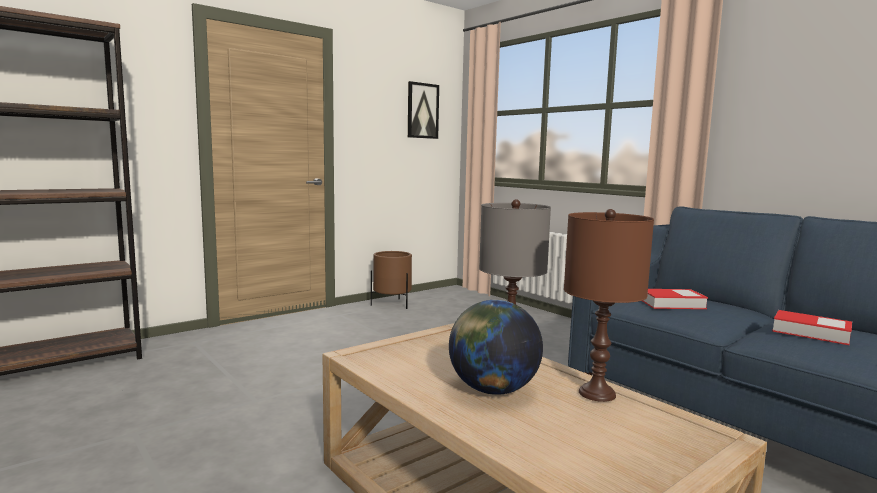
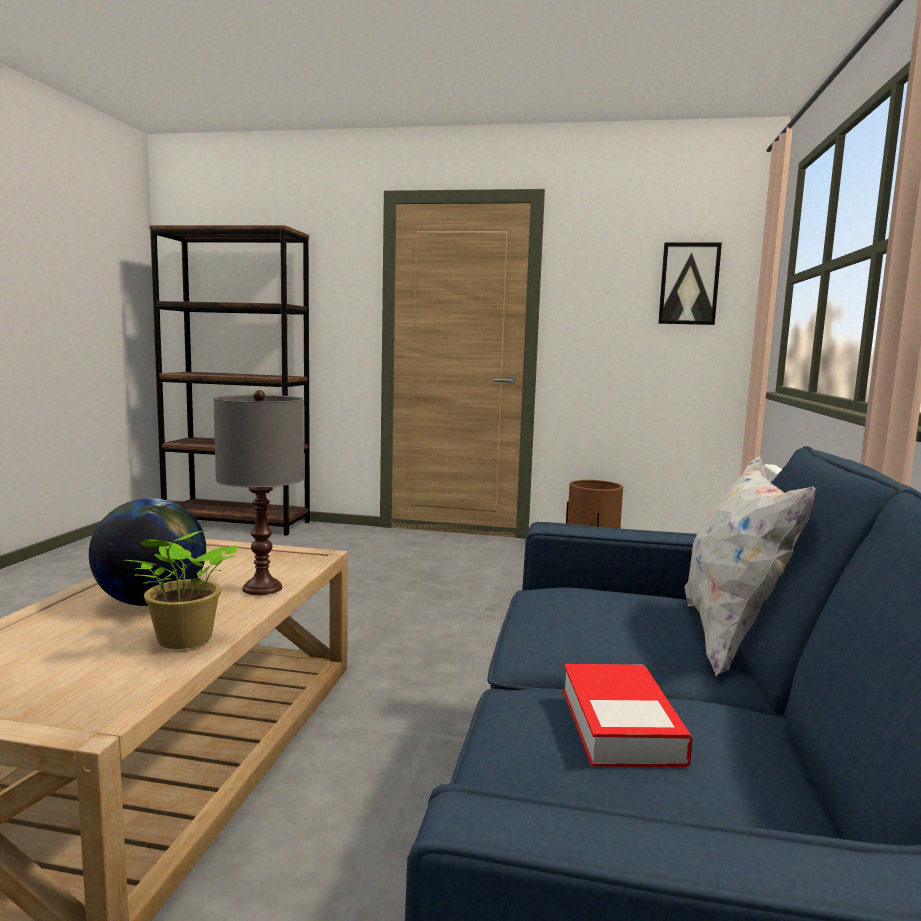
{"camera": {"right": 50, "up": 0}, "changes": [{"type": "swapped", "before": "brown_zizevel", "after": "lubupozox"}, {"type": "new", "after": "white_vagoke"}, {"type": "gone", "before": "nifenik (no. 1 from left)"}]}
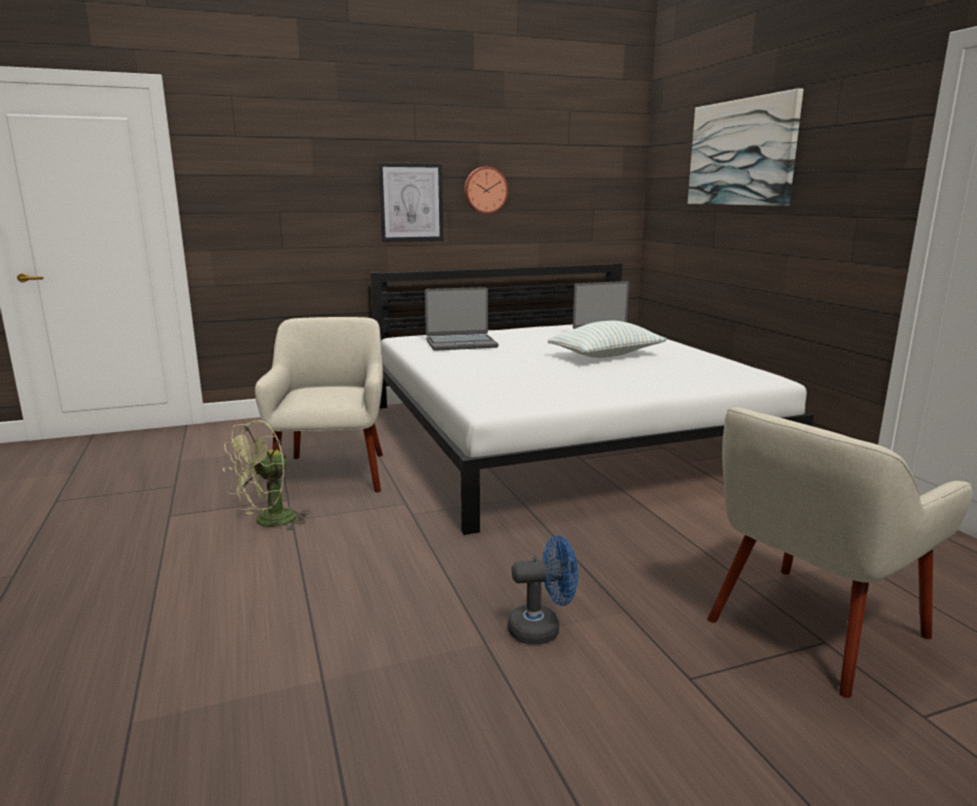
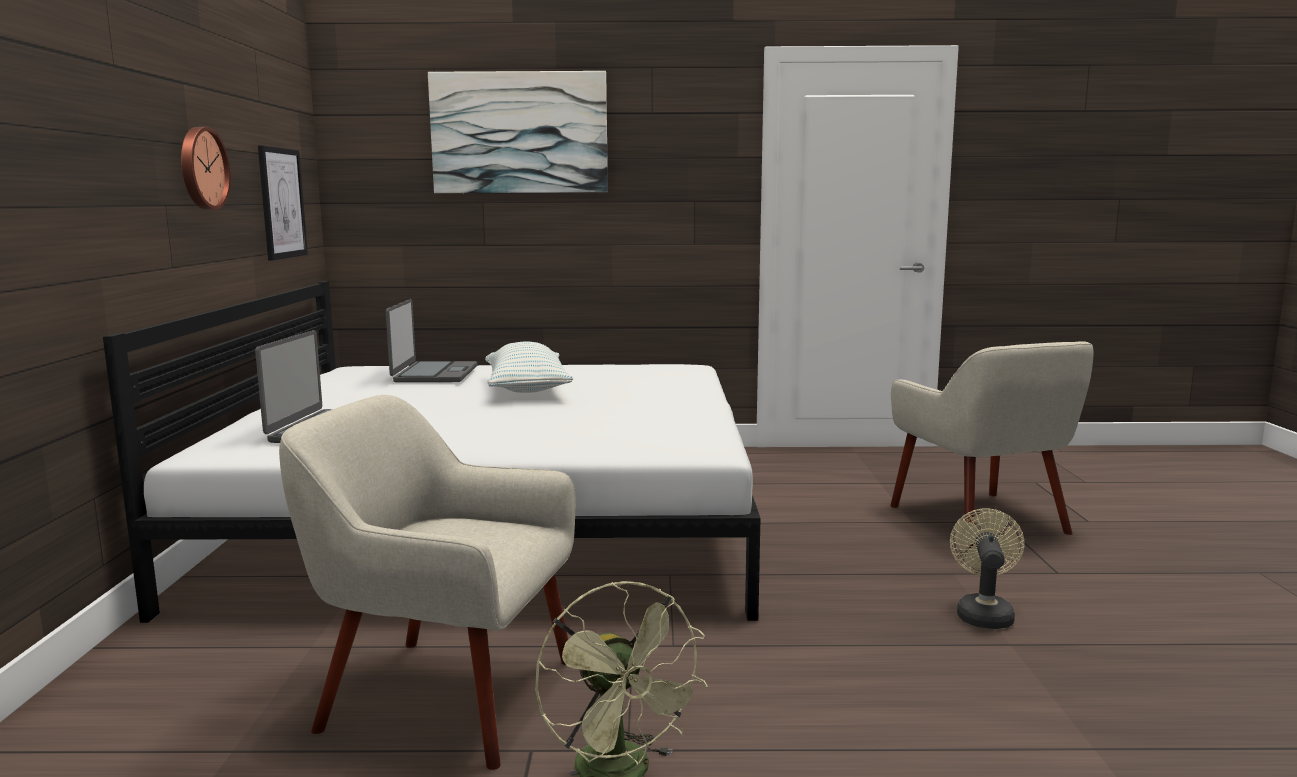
{"camera": {"right": -70, "up": -5}, "changes": [{"type": "shifted", "before": "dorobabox (no. 1 from left)"}, {"type": "repainted", "before": "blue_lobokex", "after": "beige_lobokex"}]}
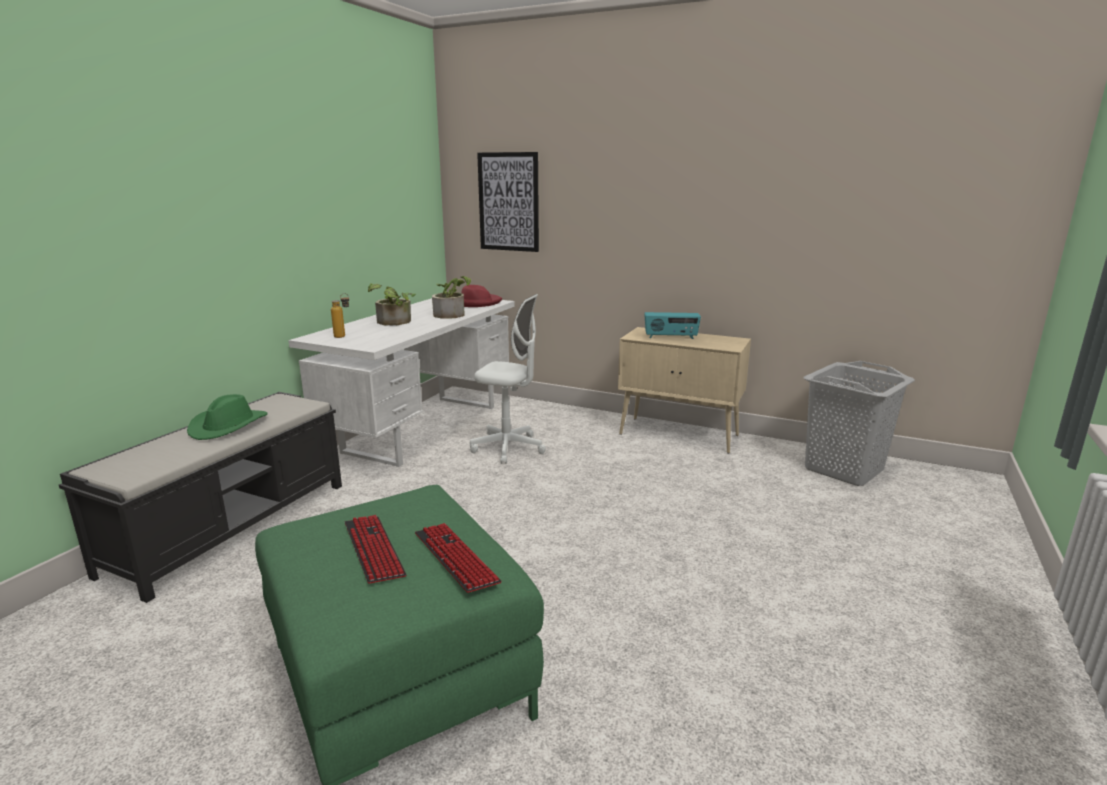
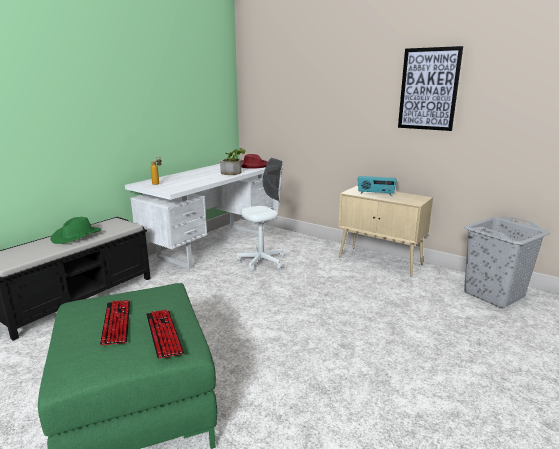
{"camera": {"right": 10, "up": 0}, "changes": [{"type": "rotated", "before": "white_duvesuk", "turn": -60}, {"type": "shifted", "before": "dorobabox"}, {"type": "gone", "before": "lubupozox (no. 1 from left)"}]}
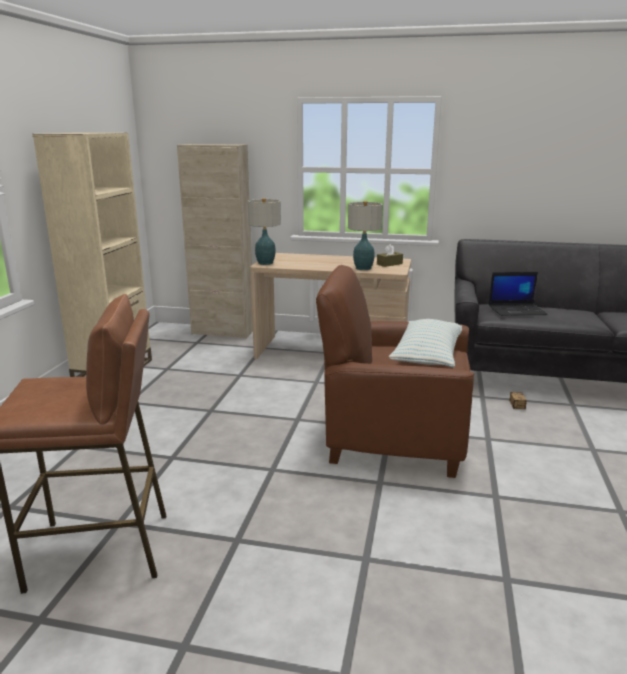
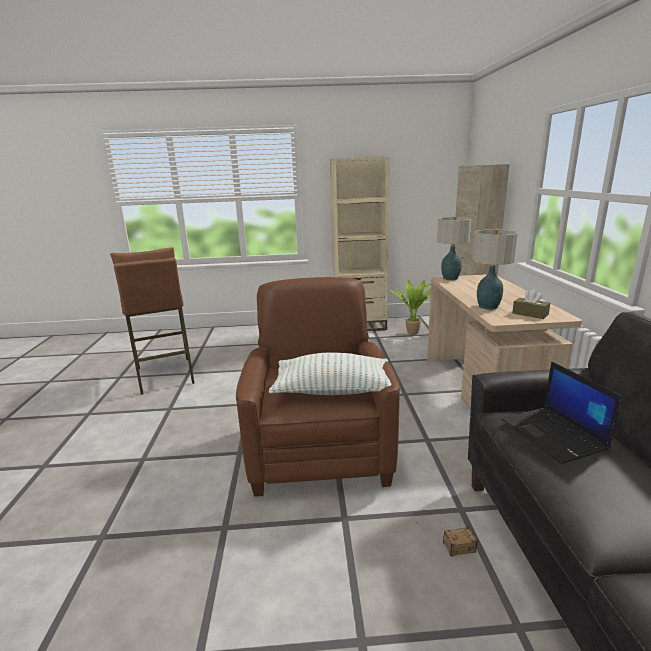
{"camera": {"right": 75, "up": 0}, "changes": [{"type": "new", "after": "lubupozox"}]}
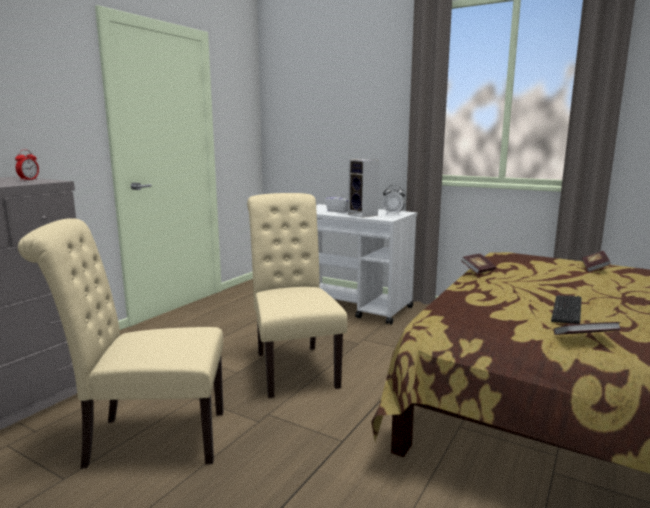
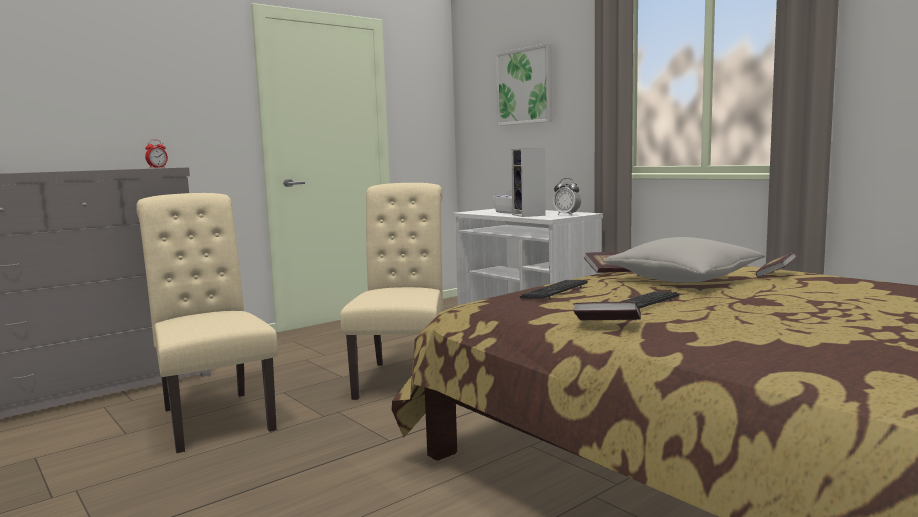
{"camera": {"right": 20, "up": -5}, "changes": [{"type": "rotated", "before": "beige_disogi (no. 1 from left)", "turn": 45}, {"type": "new", "after": "dorobabox"}, {"type": "new", "after": "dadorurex (no. 1 from left)"}, {"type": "new", "after": "grey_vagoke"}]}
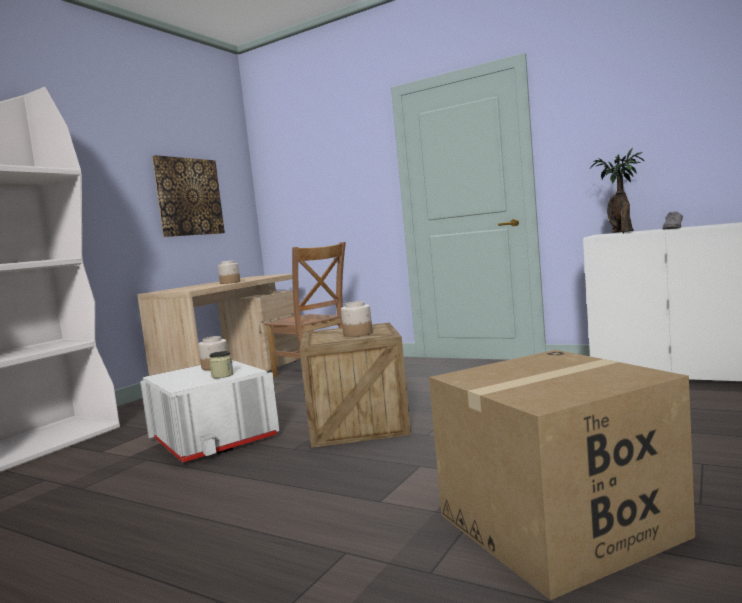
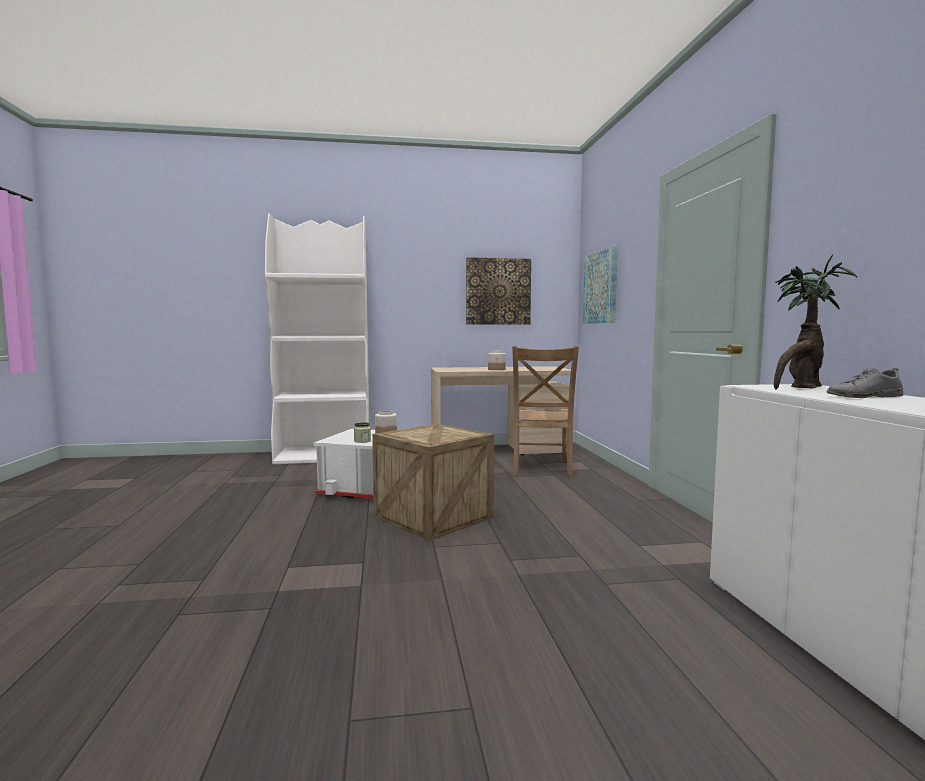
{"camera": {"right": 50, "up": 0}, "changes": [{"type": "new", "after": "dorobabox (no. 2 from left)"}, {"type": "gone", "before": "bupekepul (no. 4 from left)"}, {"type": "gone", "before": "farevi"}]}
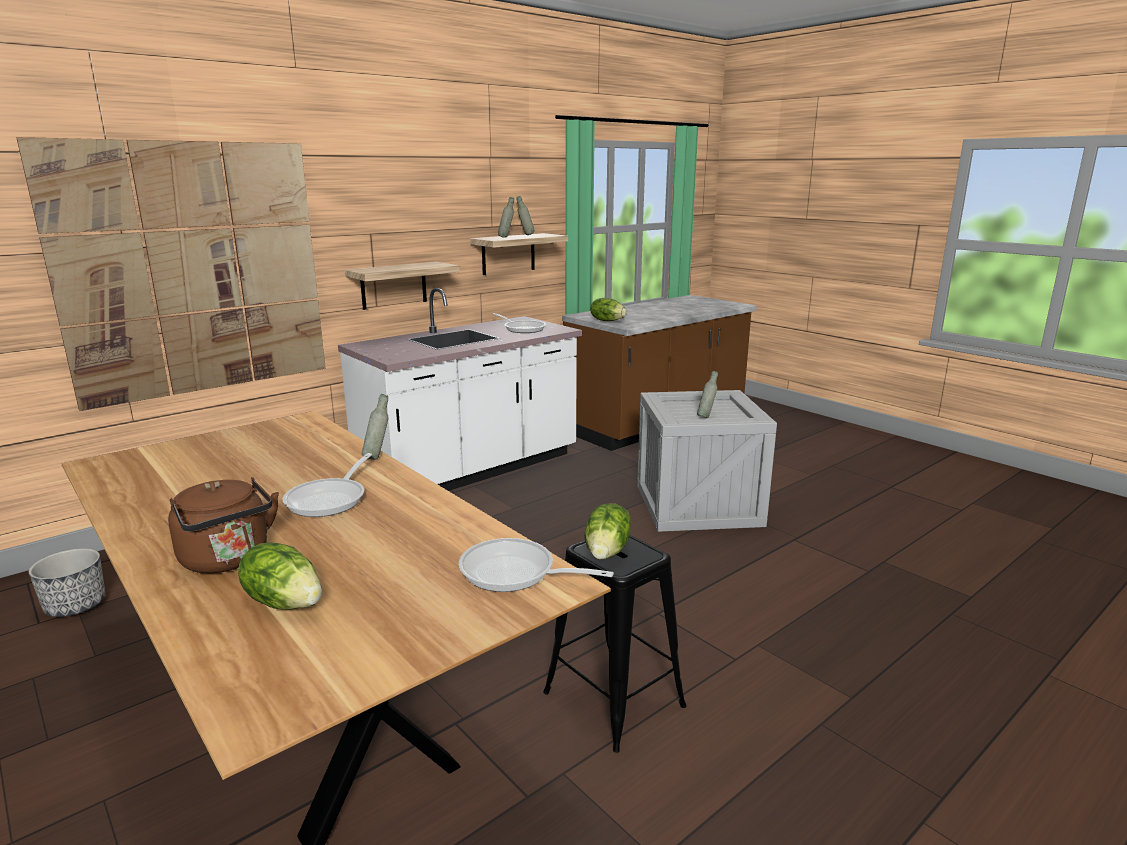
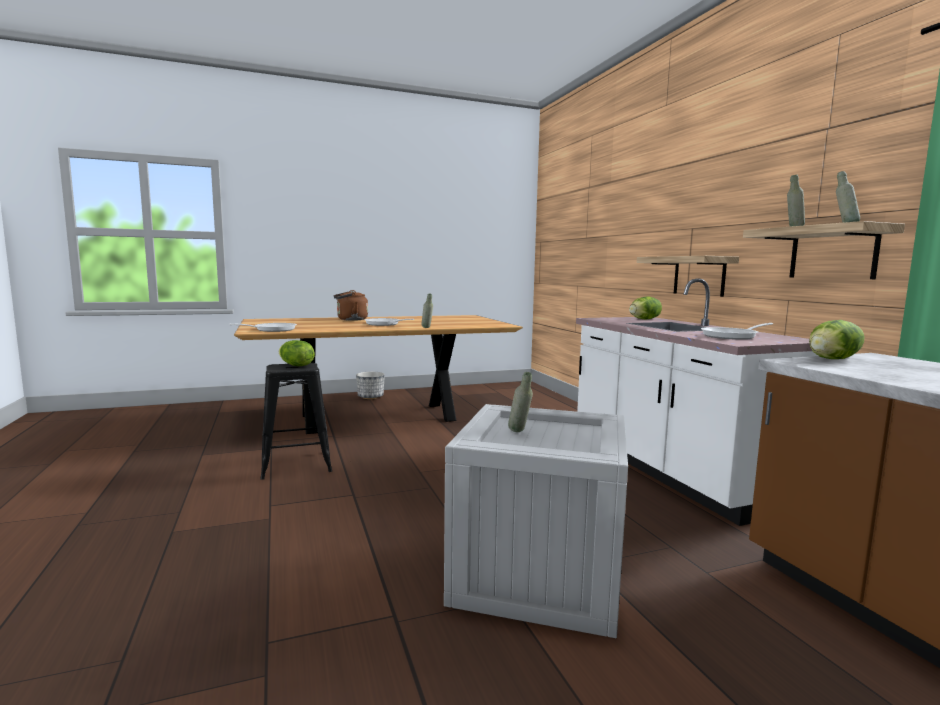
{"camera": {"right": 110, "up": -10}, "changes": [{"type": "shifted", "before": "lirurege"}, {"type": "shifted", "before": "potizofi (no. 1 from left in the first image)", "after": "potizofi (no. 2 from left)"}, {"type": "gone", "before": "dorobabox"}]}
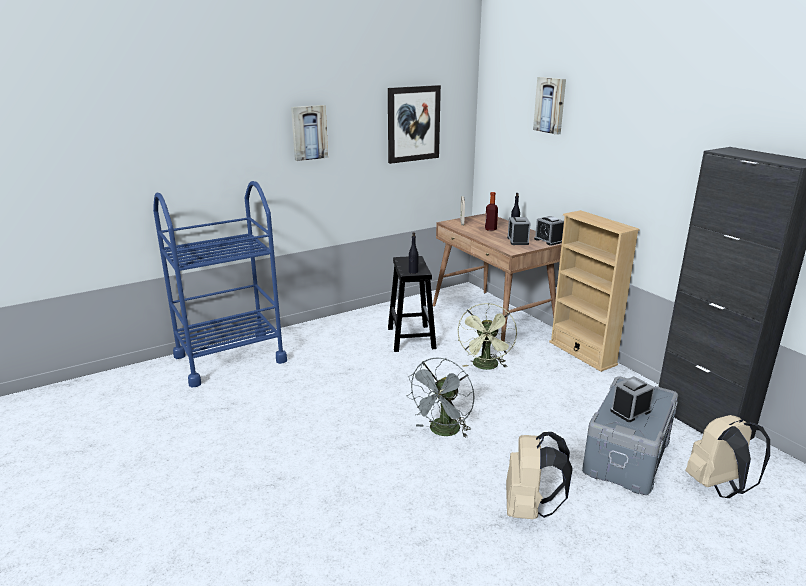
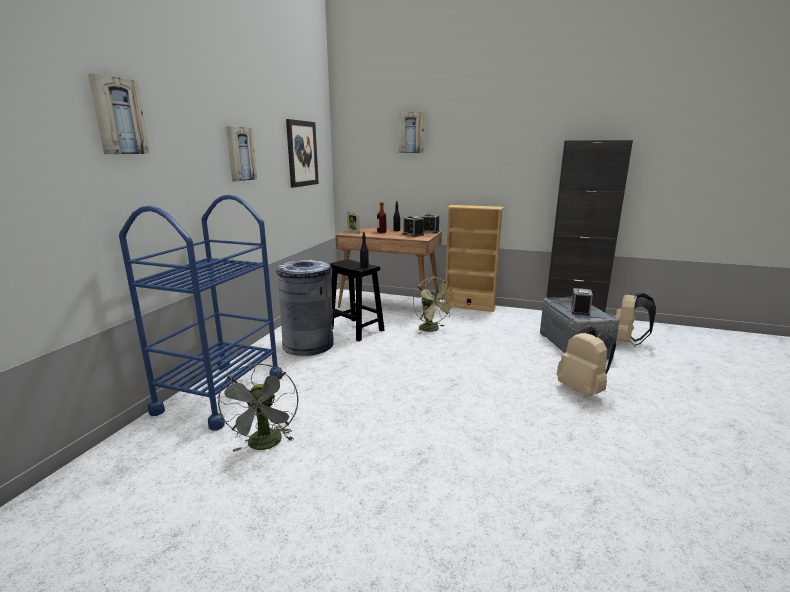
{"camera": {"right": -40, "up": -5}, "changes": [{"type": "new", "after": "dorobabox (no. 1 from left)"}, {"type": "shifted", "before": "grey_lobokex"}, {"type": "new", "after": "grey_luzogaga"}]}
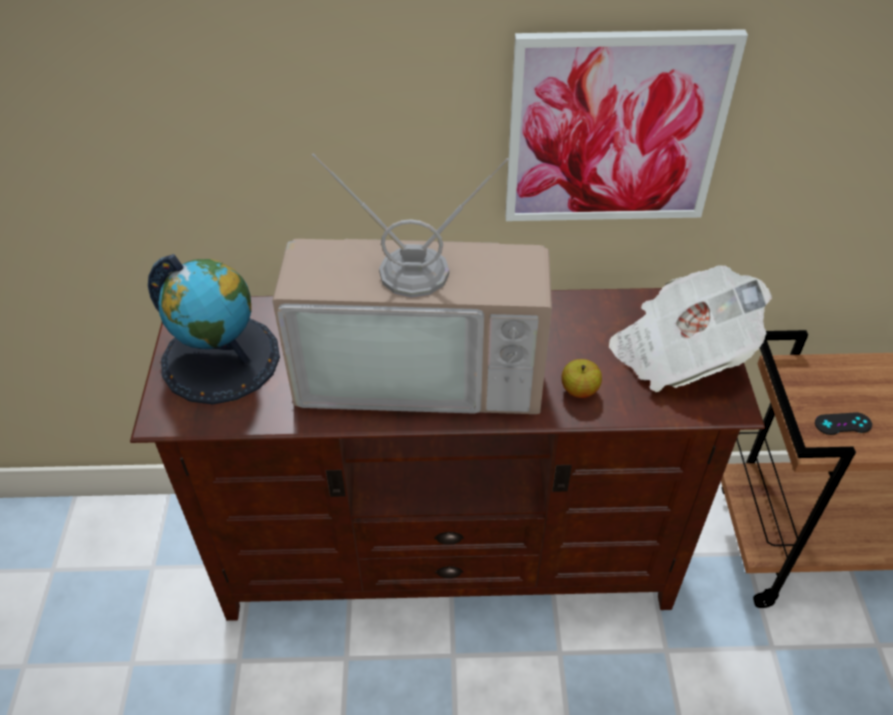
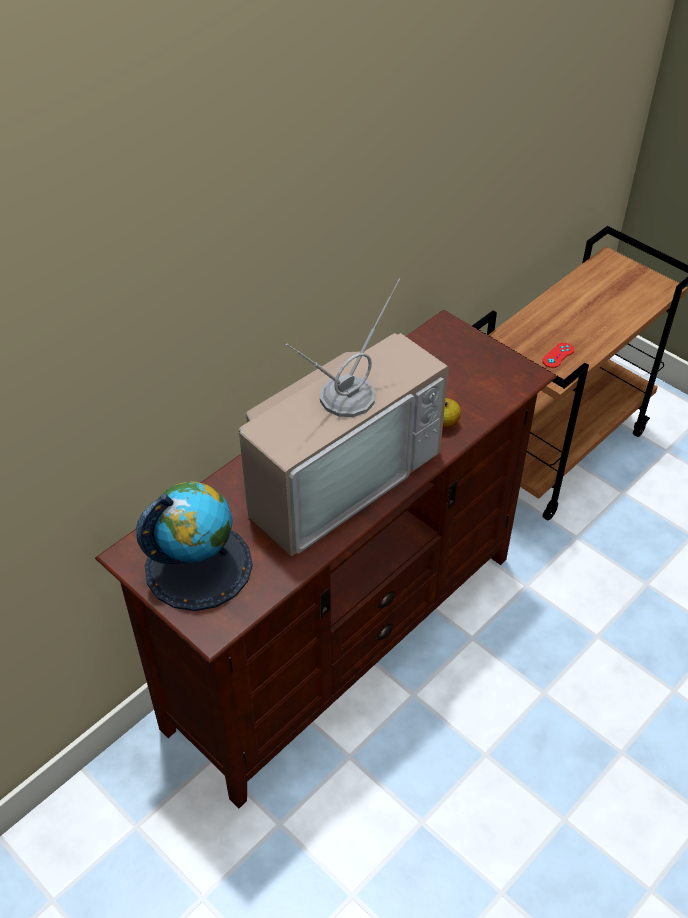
{"camera": {"right": -45, "up": 0}, "changes": [{"type": "repainted", "before": "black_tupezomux", "after": "red_tupezomux"}, {"type": "gone", "before": "dorobabox"}, {"type": "gone", "before": "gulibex"}]}
